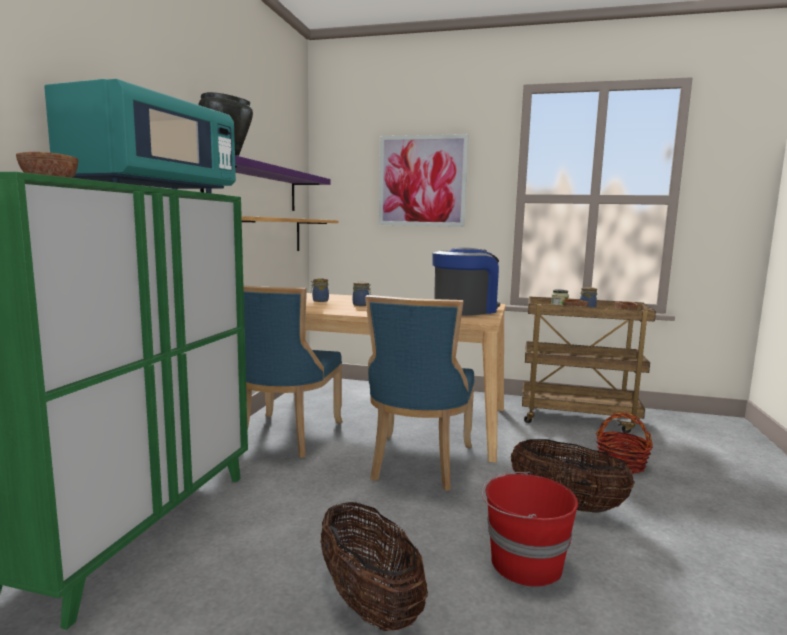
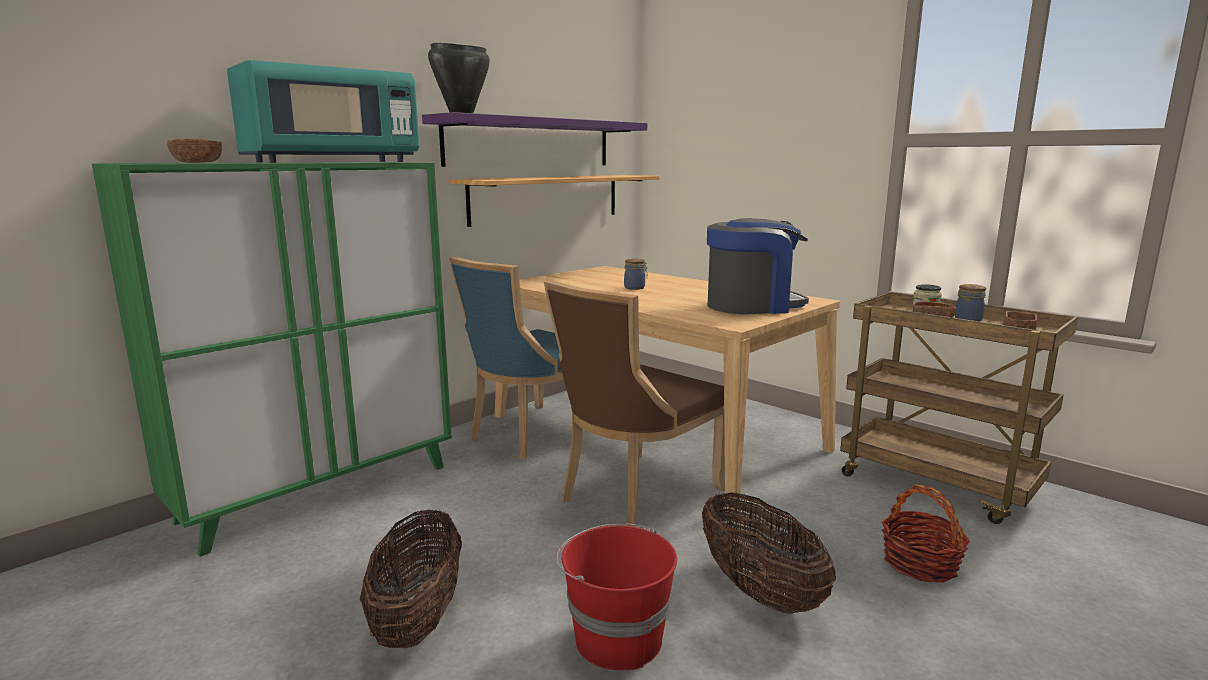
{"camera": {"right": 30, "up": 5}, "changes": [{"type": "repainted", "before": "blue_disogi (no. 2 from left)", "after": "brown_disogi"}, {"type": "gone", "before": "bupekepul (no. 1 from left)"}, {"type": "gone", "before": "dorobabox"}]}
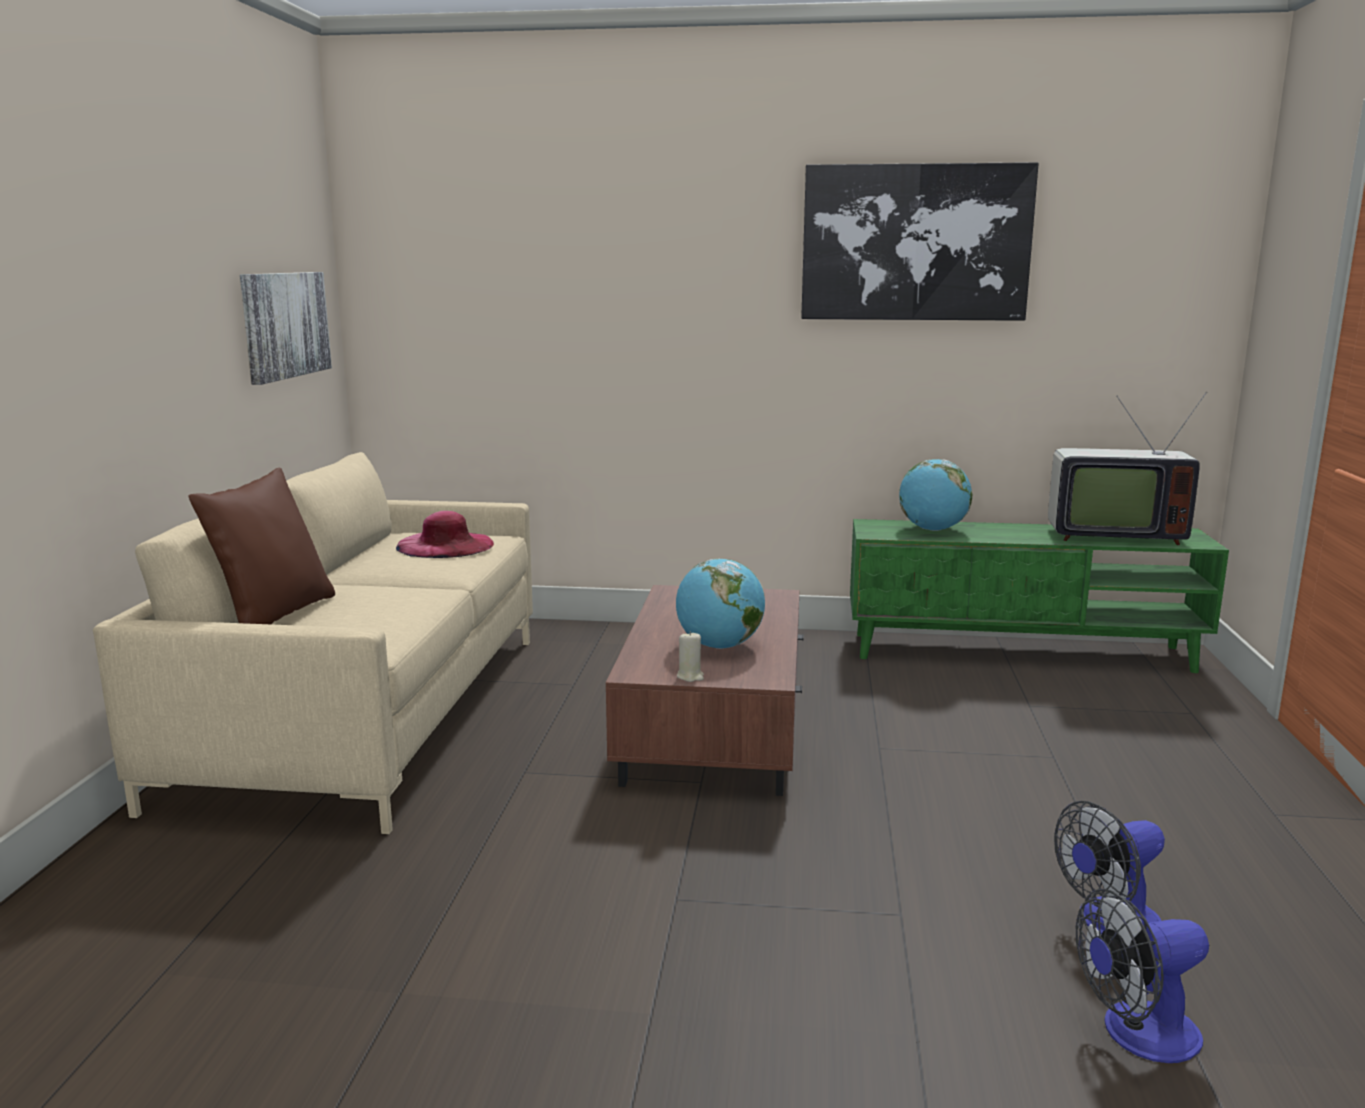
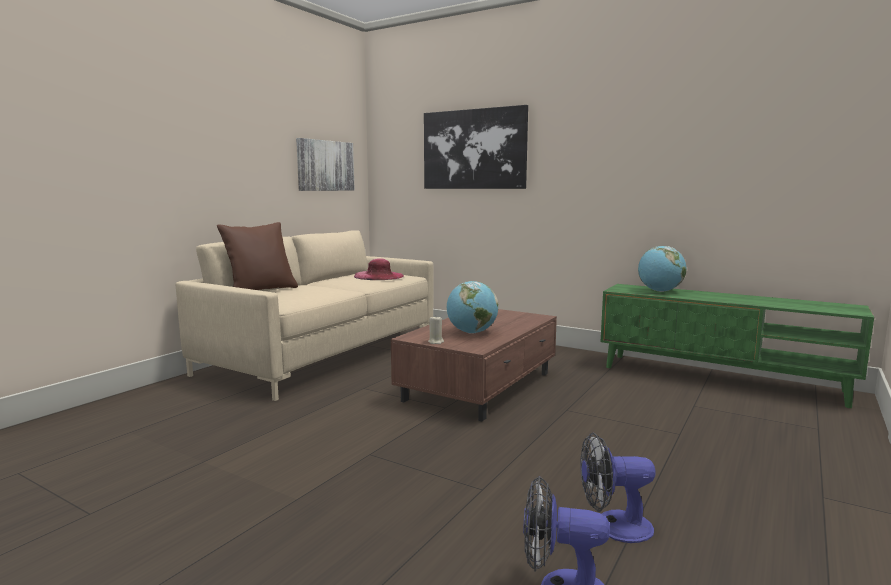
{"camera": {"right": 25, "up": -5}, "changes": [{"type": "shifted", "before": "dorobabox (no. 2 from left)"}, {"type": "gone", "before": "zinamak"}]}
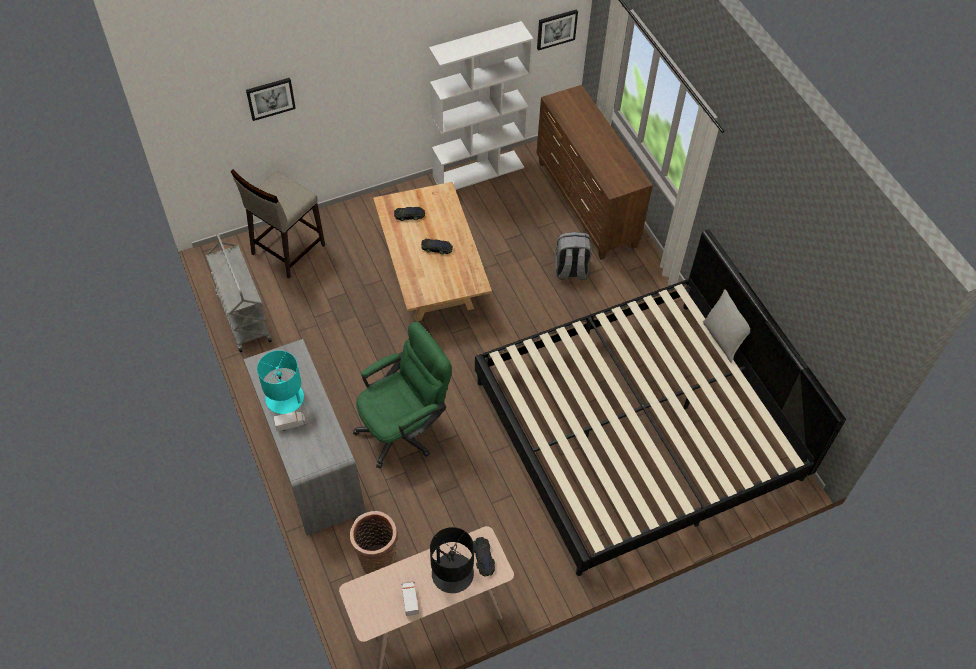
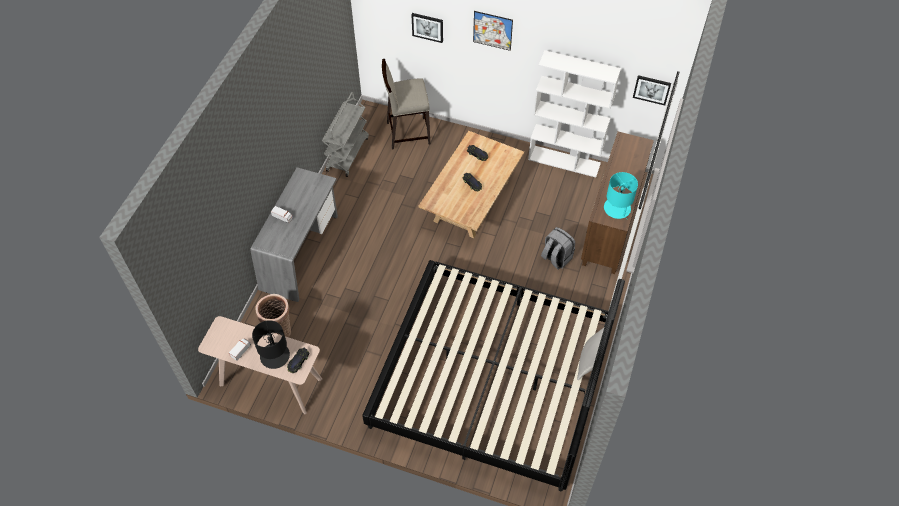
{"camera": {"right": 45, "up": 0}, "changes": [{"type": "new", "after": "dorobabox (no. 2 from left)"}, {"type": "shifted", "before": "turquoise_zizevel"}, {"type": "gone", "before": "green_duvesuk"}]}
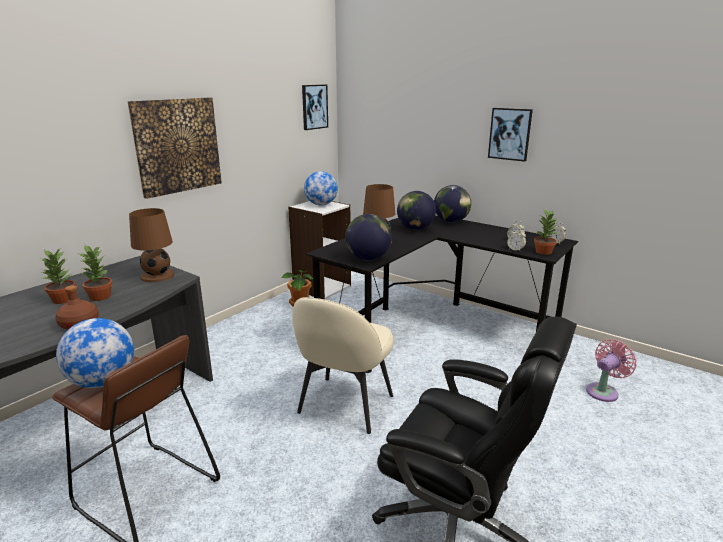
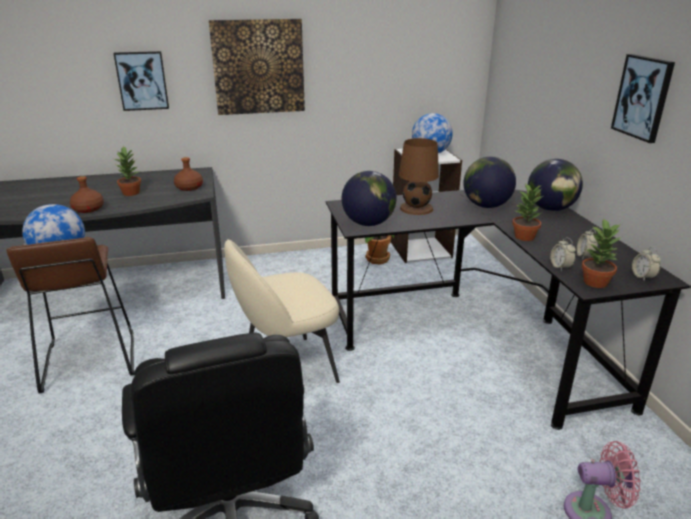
{"camera": {"right": 40, "up": 5}, "changes": [{"type": "shifted", "before": "dorobabox (no. 2 from left in the first image)", "after": "dorobabox (no. 1 from left)"}, {"type": "swapped", "before": "brown_zizevel (no. 1 from left)", "after": "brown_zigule (no. 2 from left)"}, {"type": "shifted", "before": "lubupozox (no. 1 from left in the first image)", "after": "lubupozox (no. 3 from left)"}]}
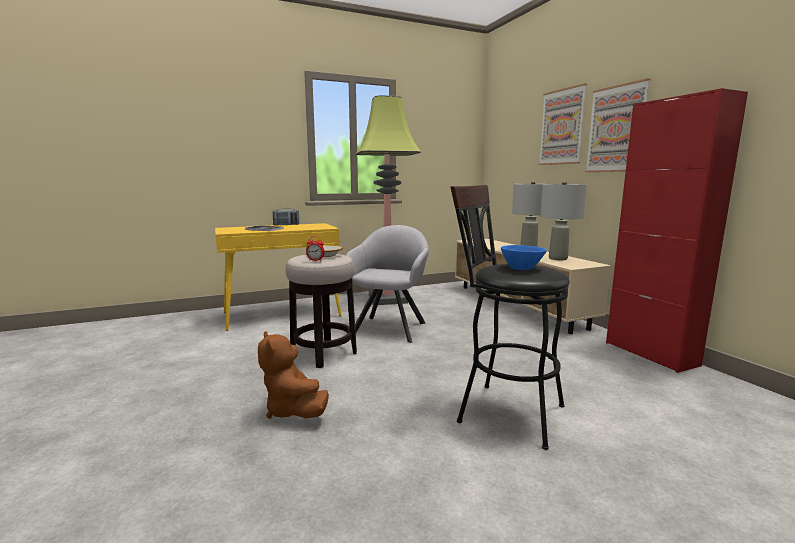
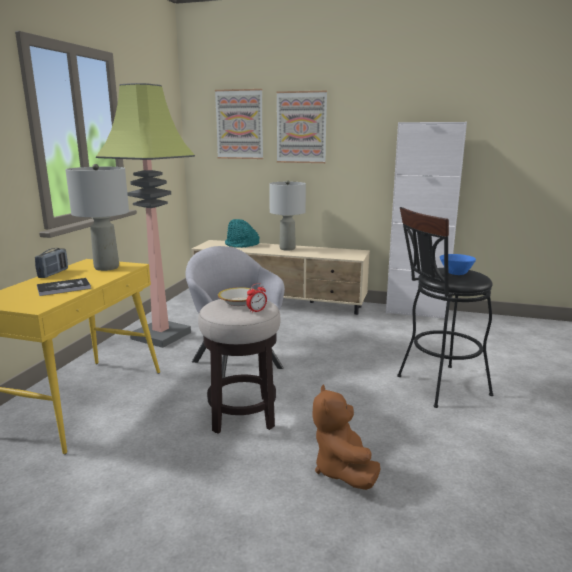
{"camera": {"right": -50, "up": 5}, "changes": [{"type": "shifted", "before": "grey_zizevel (no. 2 from left in the first image)", "after": "grey_zizevel (no. 1 from left)"}, {"type": "shifted", "before": "dorobabox (no. 2 from left in the first image)", "after": "dorobabox (no. 1 from left)"}, {"type": "new", "after": "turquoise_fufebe"}, {"type": "rotated", "before": "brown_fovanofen", "turn": 75}, {"type": "repainted", "before": "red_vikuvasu", "after": "white_vikuvasu"}]}
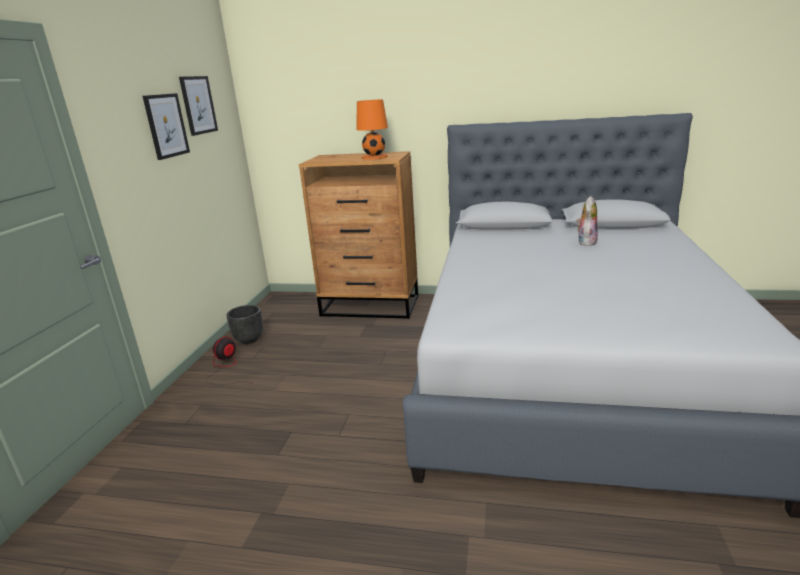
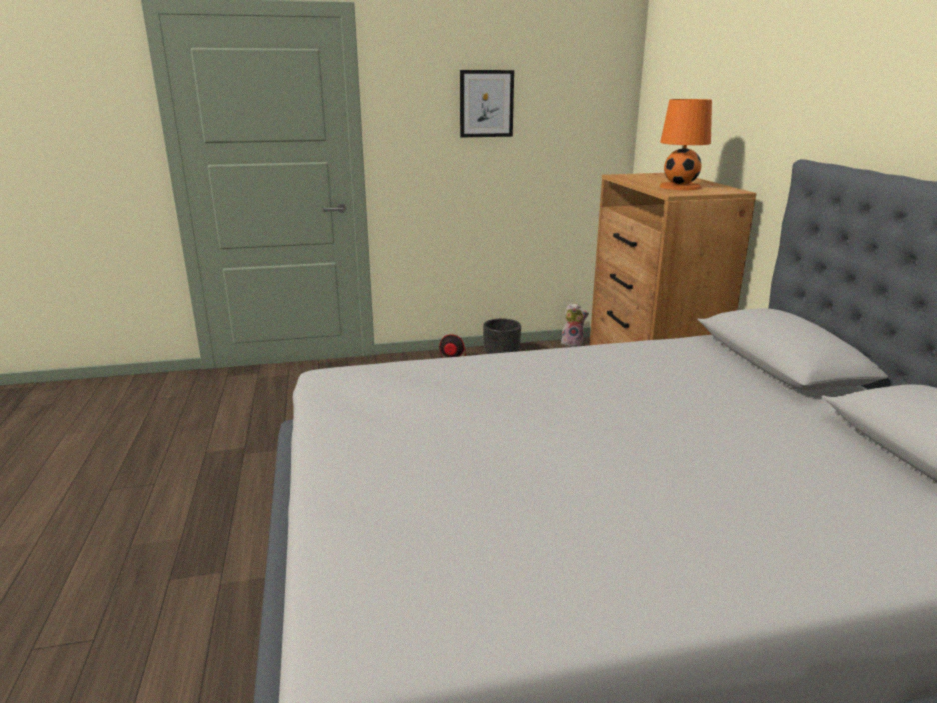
{"camera": {"right": 65, "up": 0}, "changes": [{"type": "shifted", "before": "fovanofen"}, {"type": "gone", "before": "dorobabox (no. 2 from left)"}]}
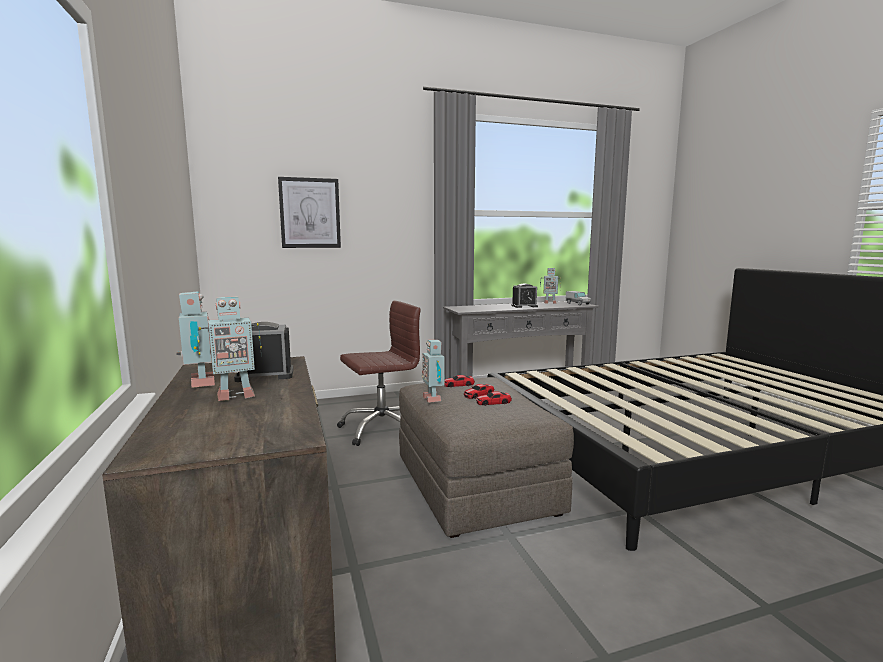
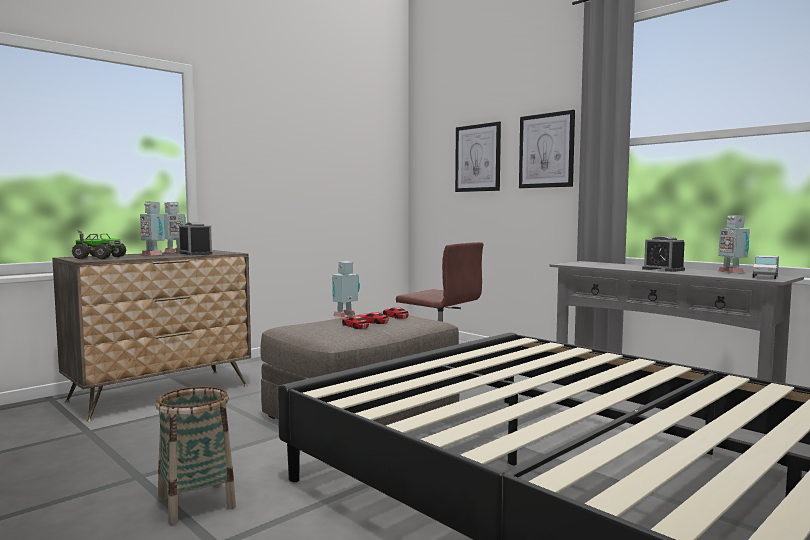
{"camera": {"right": 65, "up": -5}, "changes": [{"type": "new", "after": "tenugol (no. 1 from left)"}, {"type": "new", "after": "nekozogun"}, {"type": "new", "after": "dorobabox (no. 2 from left)"}]}
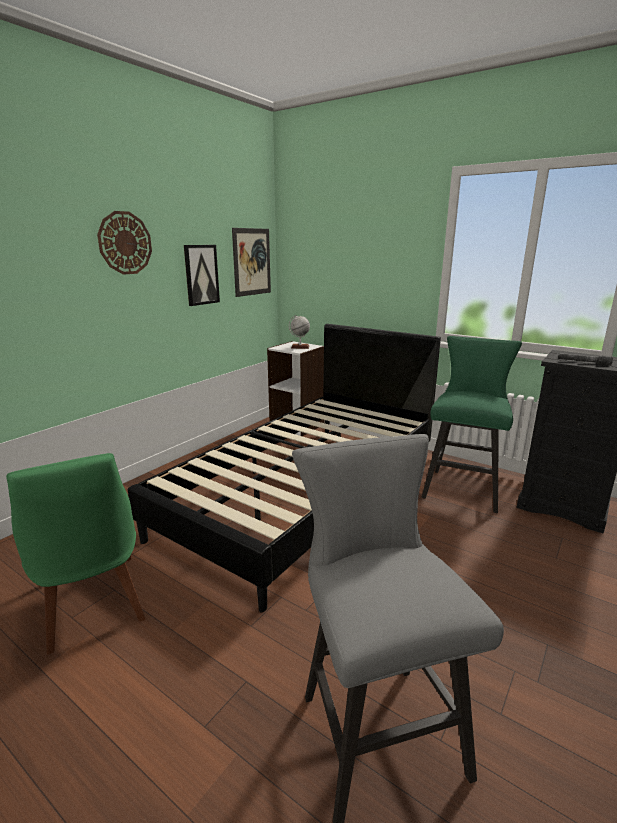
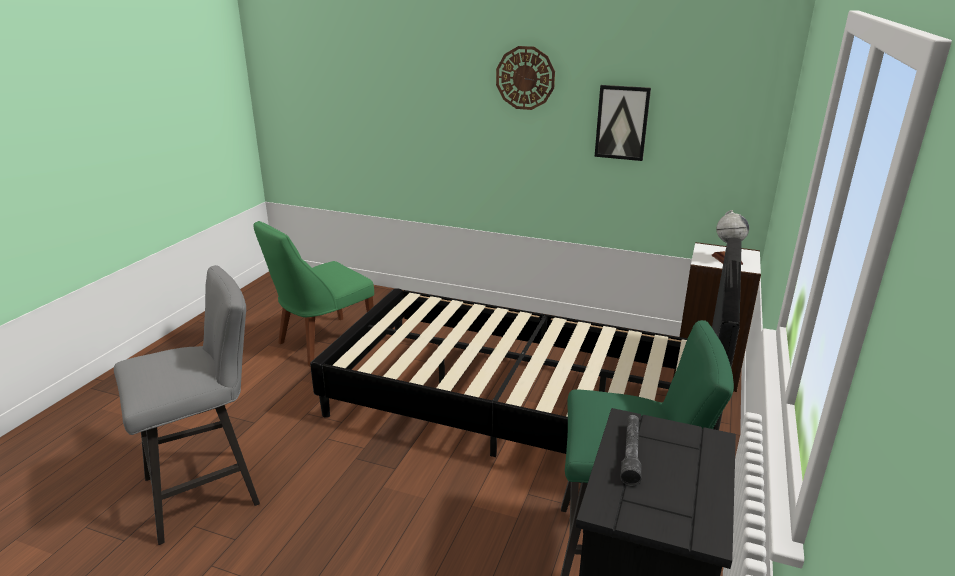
{"camera": {"right": 75, "up": 5}, "changes": [{"type": "gone", "before": "dorobabox (no. 2 from left)"}]}
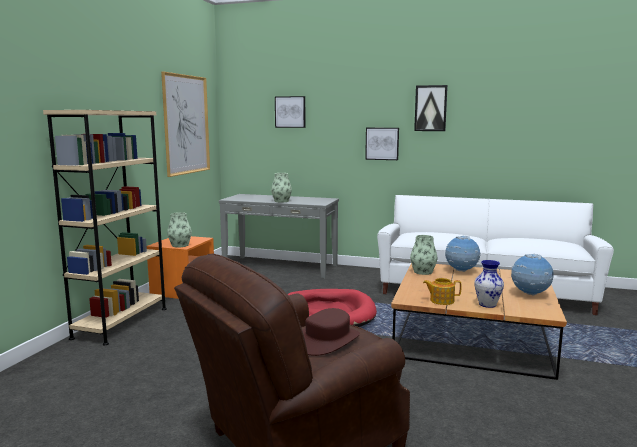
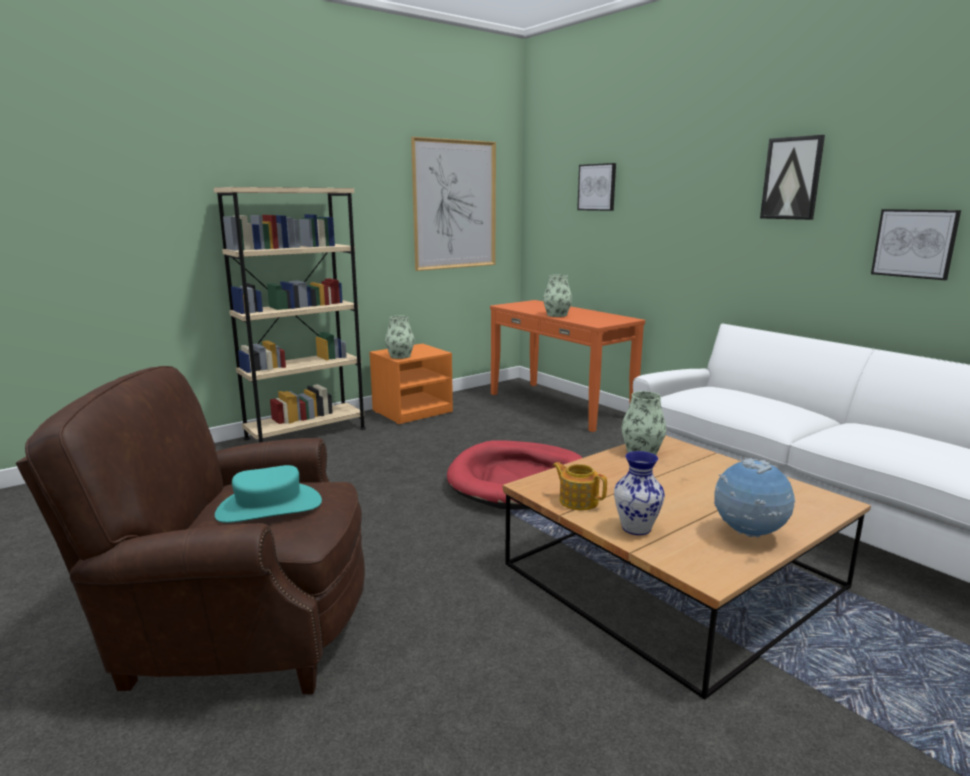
{"camera": {"right": 35, "up": 5}, "changes": [{"type": "repainted", "before": "brown_fufebe", "after": "turquoise_fufebe"}, {"type": "repainted", "before": "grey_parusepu", "after": "orange_parusepu"}, {"type": "shifted", "before": "dorobabox (no. 3 from left in the first image)", "after": "dorobabox (no. 4 from left)"}, {"type": "gone", "before": "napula (no. 1 from left)"}]}
